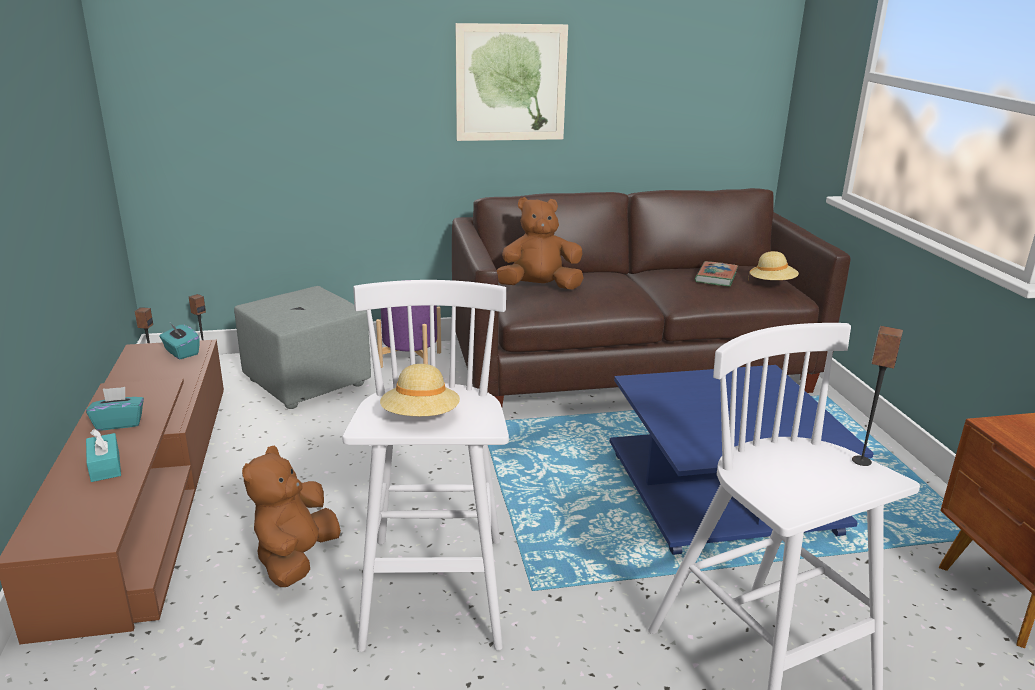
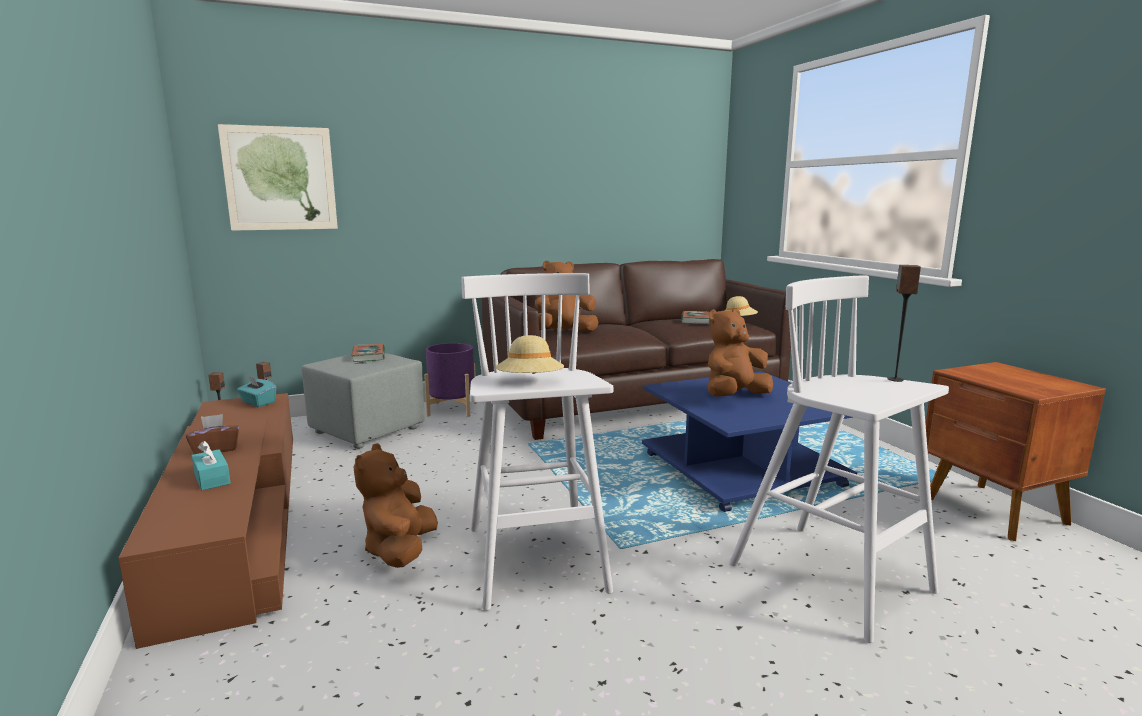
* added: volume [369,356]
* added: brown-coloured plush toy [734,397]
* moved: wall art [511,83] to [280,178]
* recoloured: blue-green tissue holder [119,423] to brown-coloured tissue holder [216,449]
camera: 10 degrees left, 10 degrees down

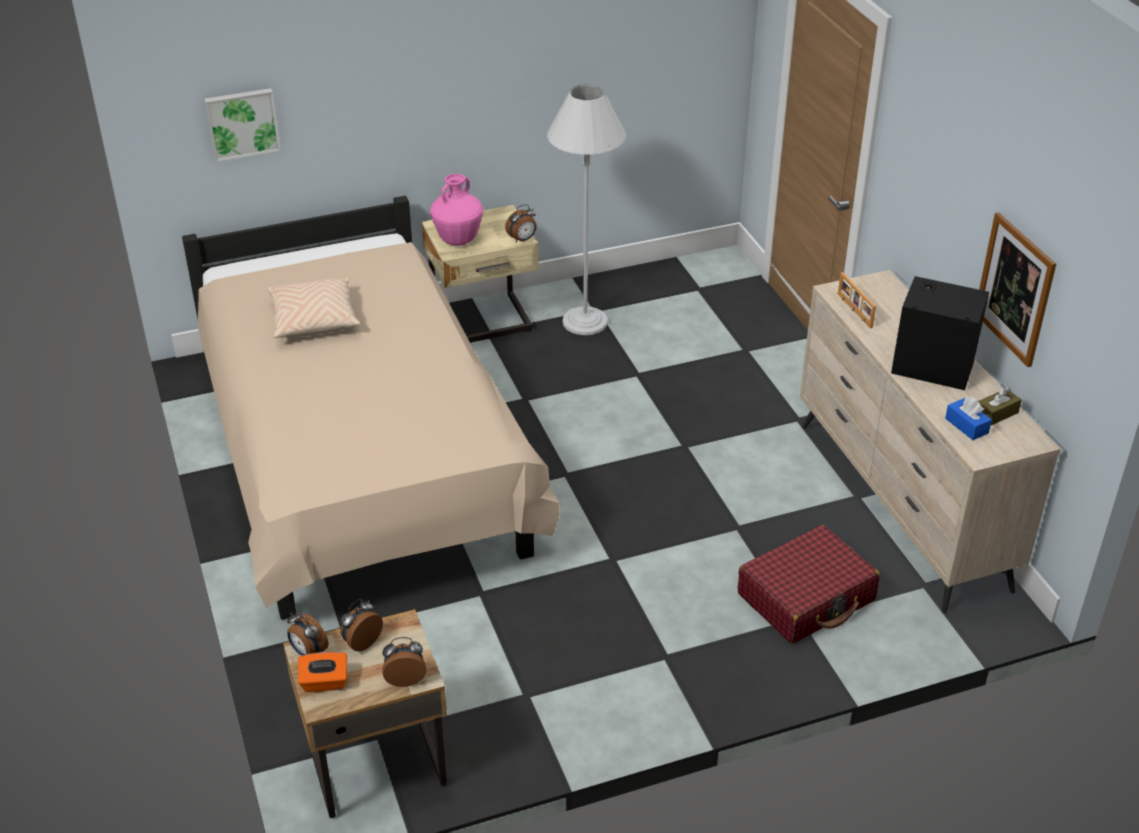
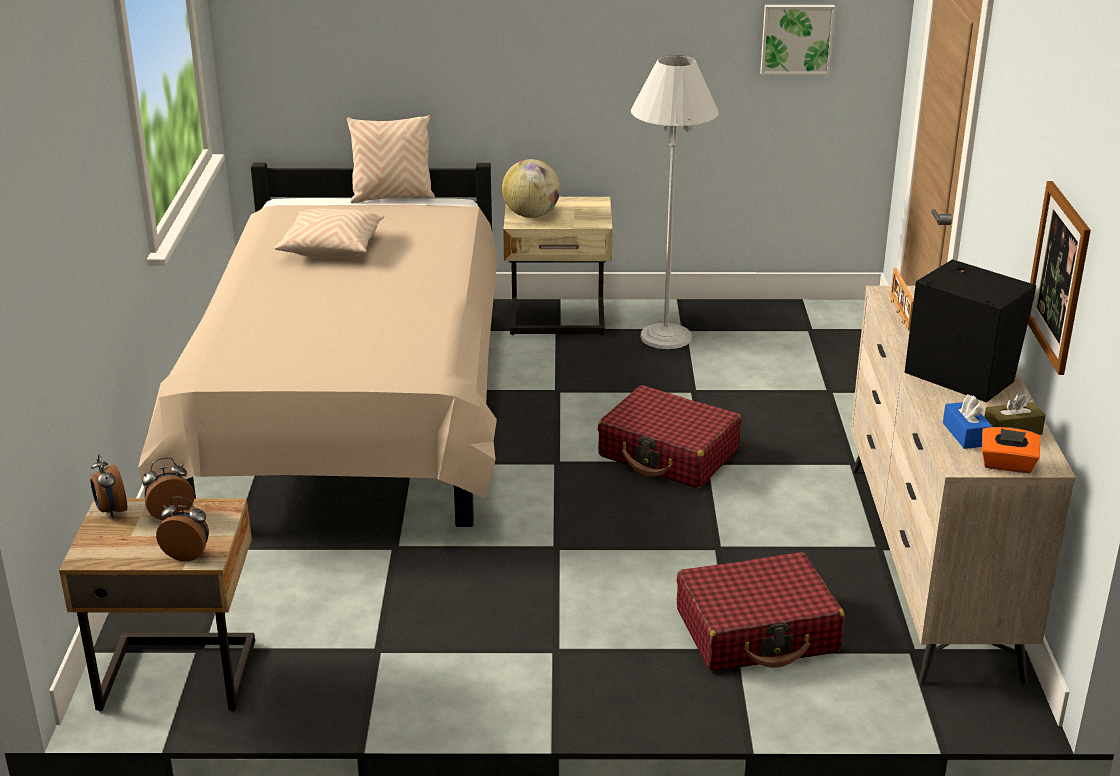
* removed: table clock [522,239]
* added: beige-coloured cushion [392,197]
* added: reddish travel case [668,454]
* moved: wall art [242,123] to [796,38]
* moved: orange-coloured tissue holder [324,683] to [1007,465]
* replaced: pink-coloured decorative vase [458,240] to desk globe [531,215]
camera: 20 degrees right, 10 degrees down

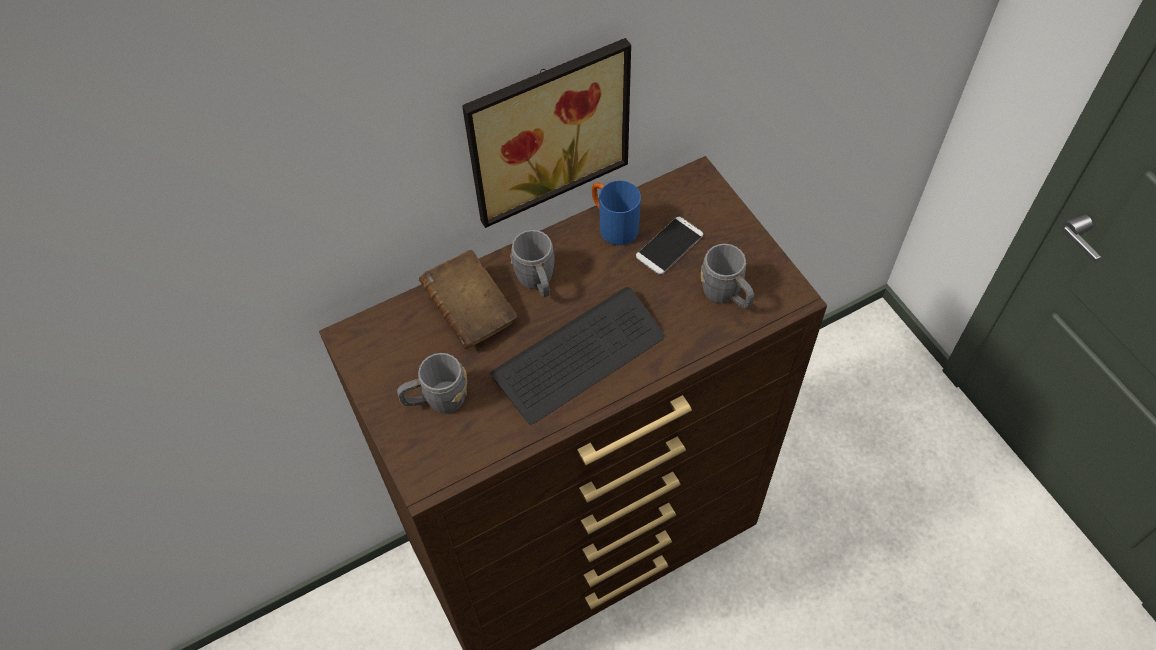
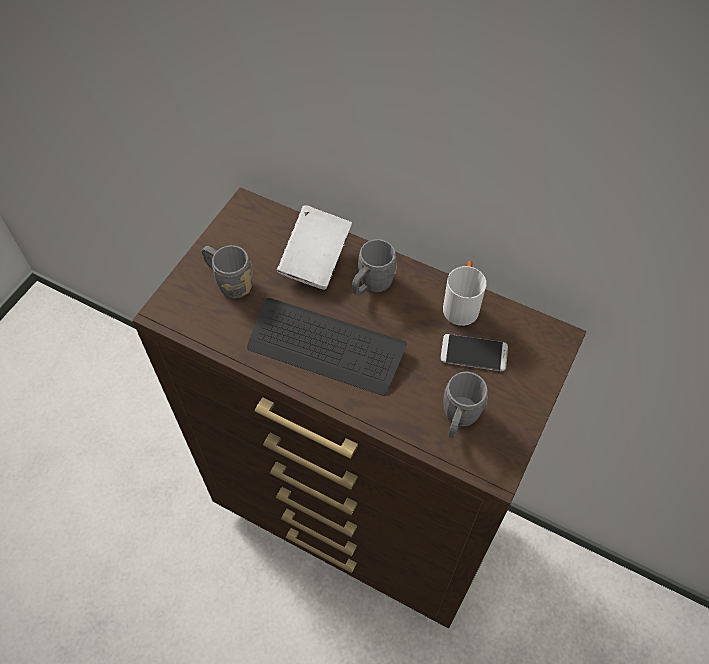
* removed: wall art [545,128]
* recoloured: brown-coloured volume [471,312] to white-coloured volume [315,260]
* recoloured: bluish tea mug [613,225] to white-coloured tea mug [461,304]
camera: 55 degrees right, 0 degrees up

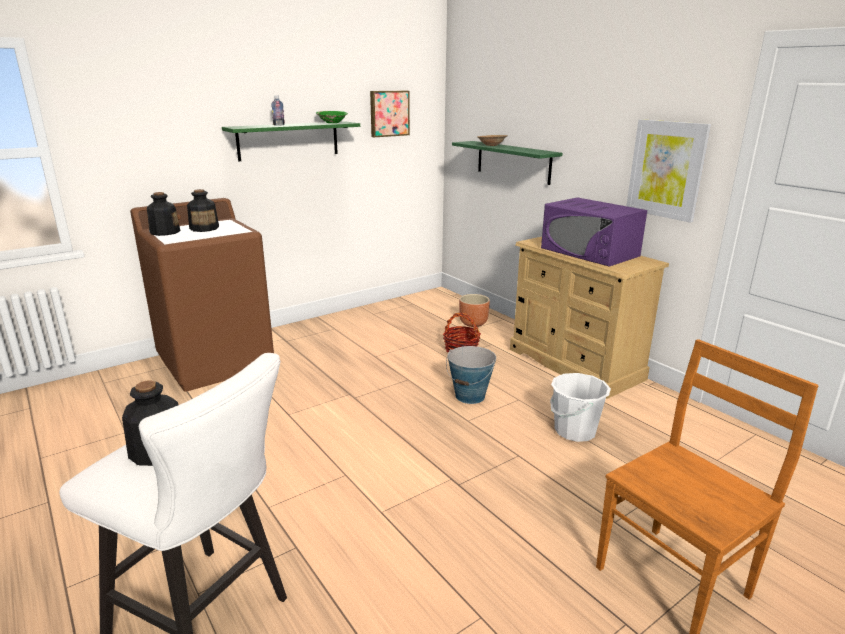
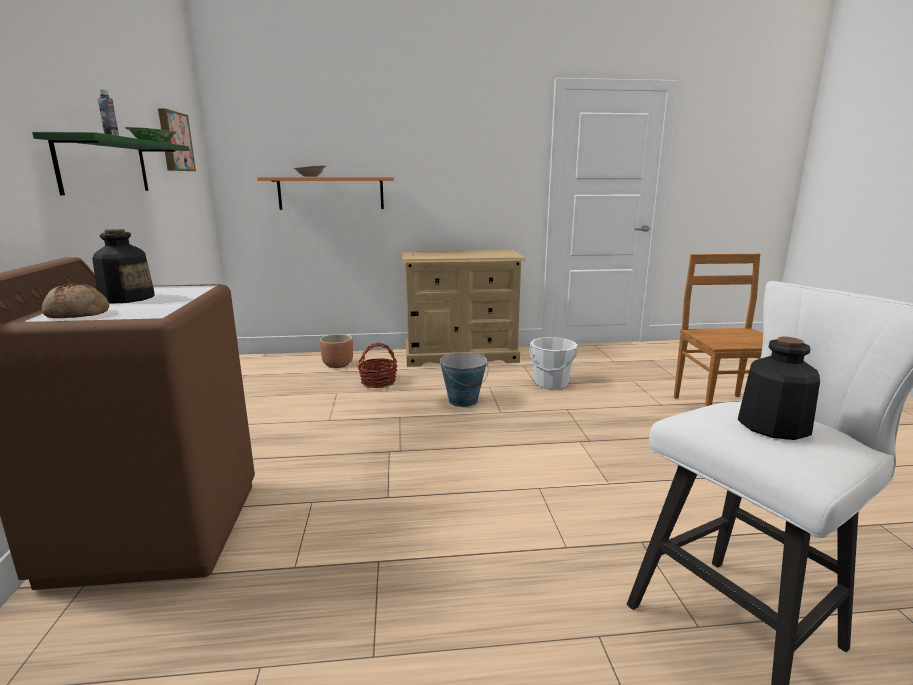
* removed: purple microwave [589,252]
* removed: wall art [666,169]
* replaced: bottle [164,232] to bakery bread [77,314]
* recoloured: green-coloured wall shelf [513,162] to orange-coloured wall shelf [331,193]
camera: 60 degrees left, 5 degrees down

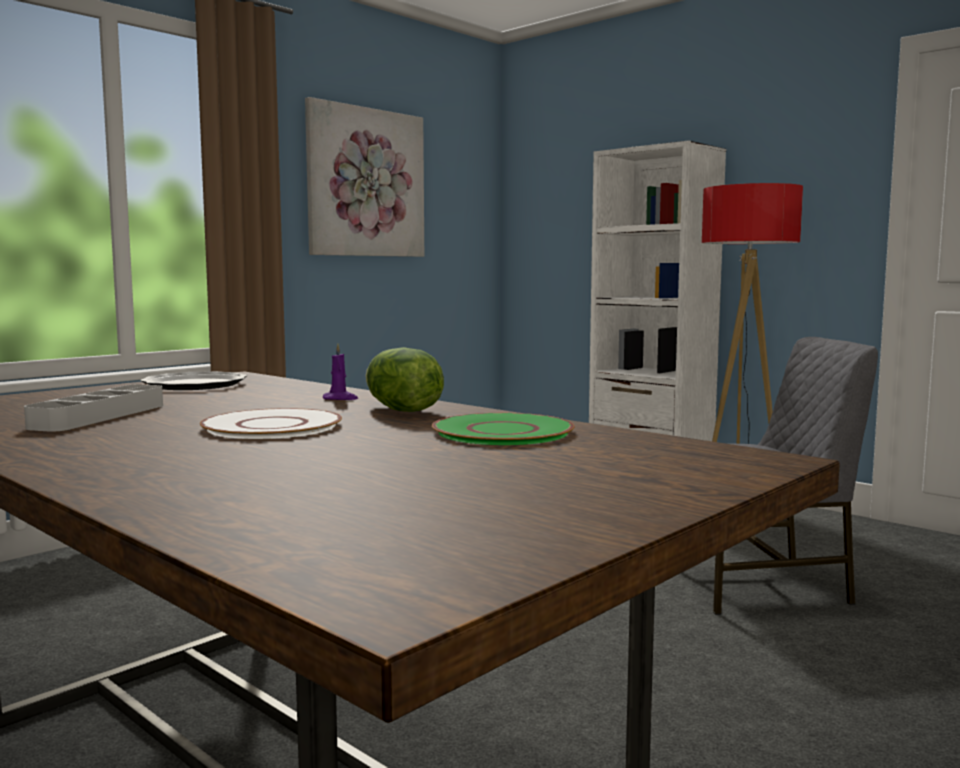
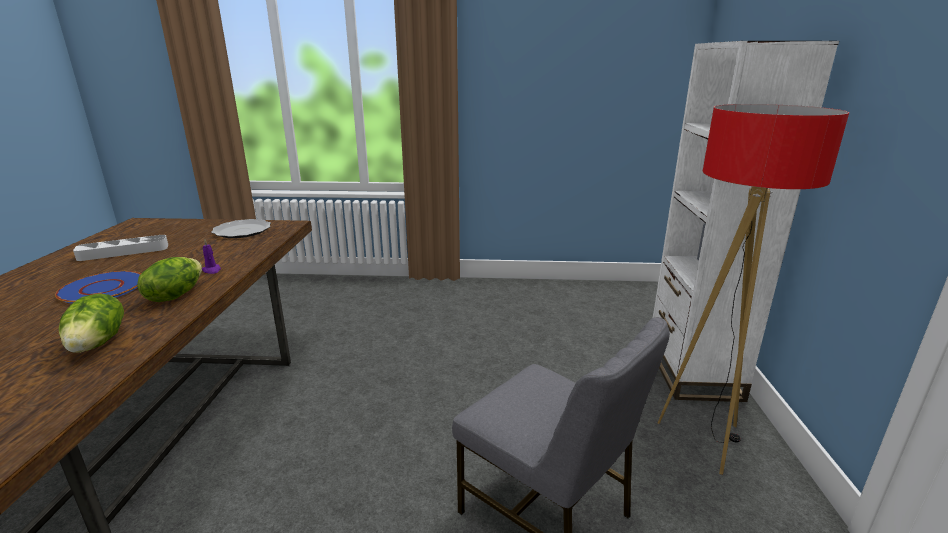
* removed: wall art [366,183]
* replaced: green-coloured flat dish [502,431] to head of lettuce [99,342]
* recoloured: white-coloured flat dish [271,426] to bluish flat dish [101,288]
camera: 50 degrees right, 15 degrees up

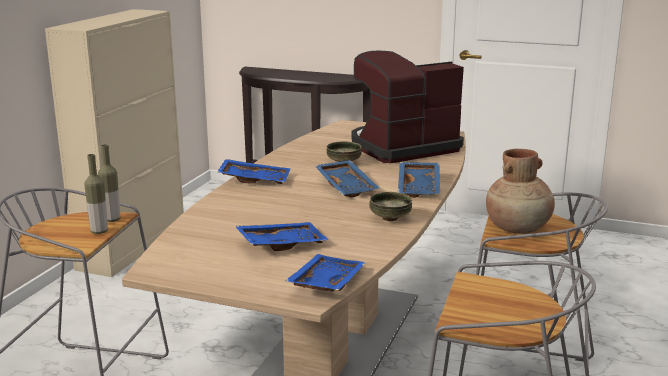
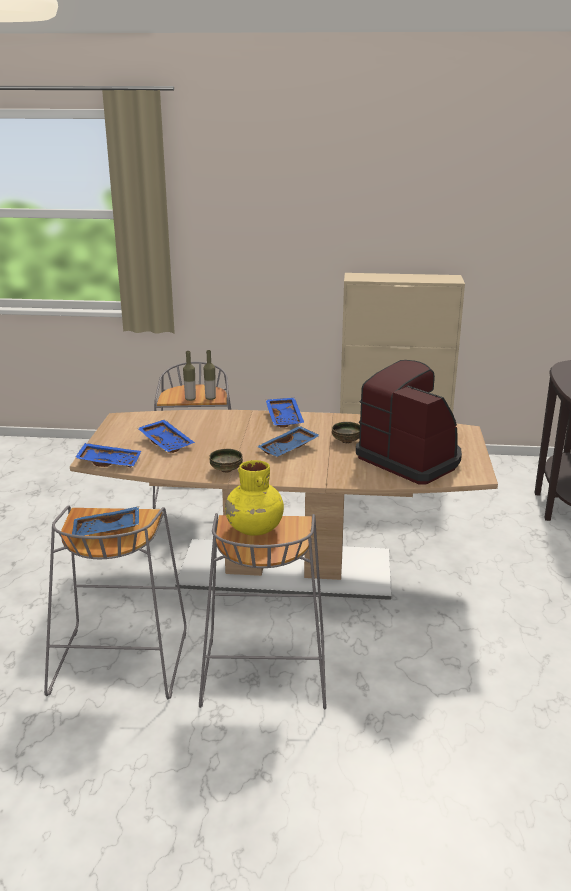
* moved: bluish carrying tray [420,187] to [106,531]
* recoloured: brown-coloured decorative vase [518,228] to yellow-coloured decorative vase [254,529]
camera: 75 degrees right, 5 degrees up

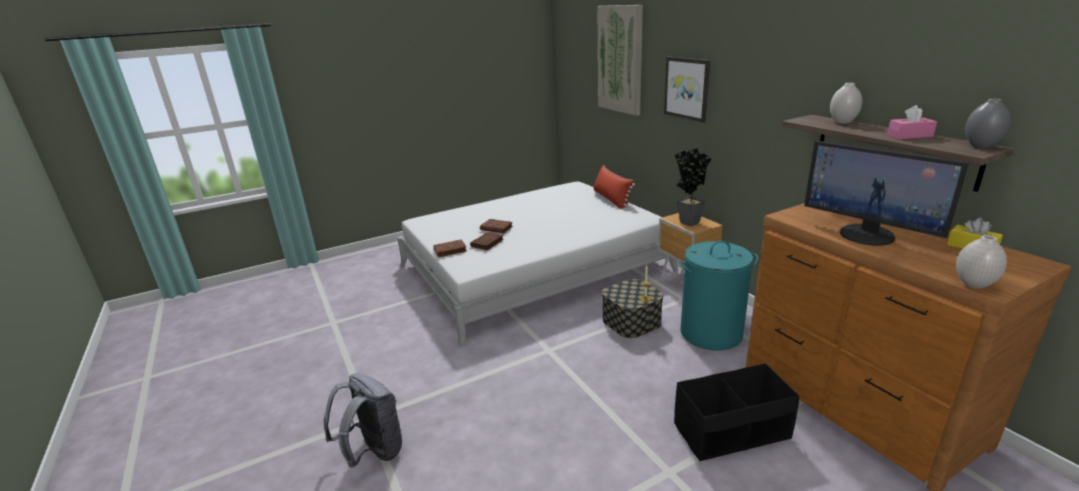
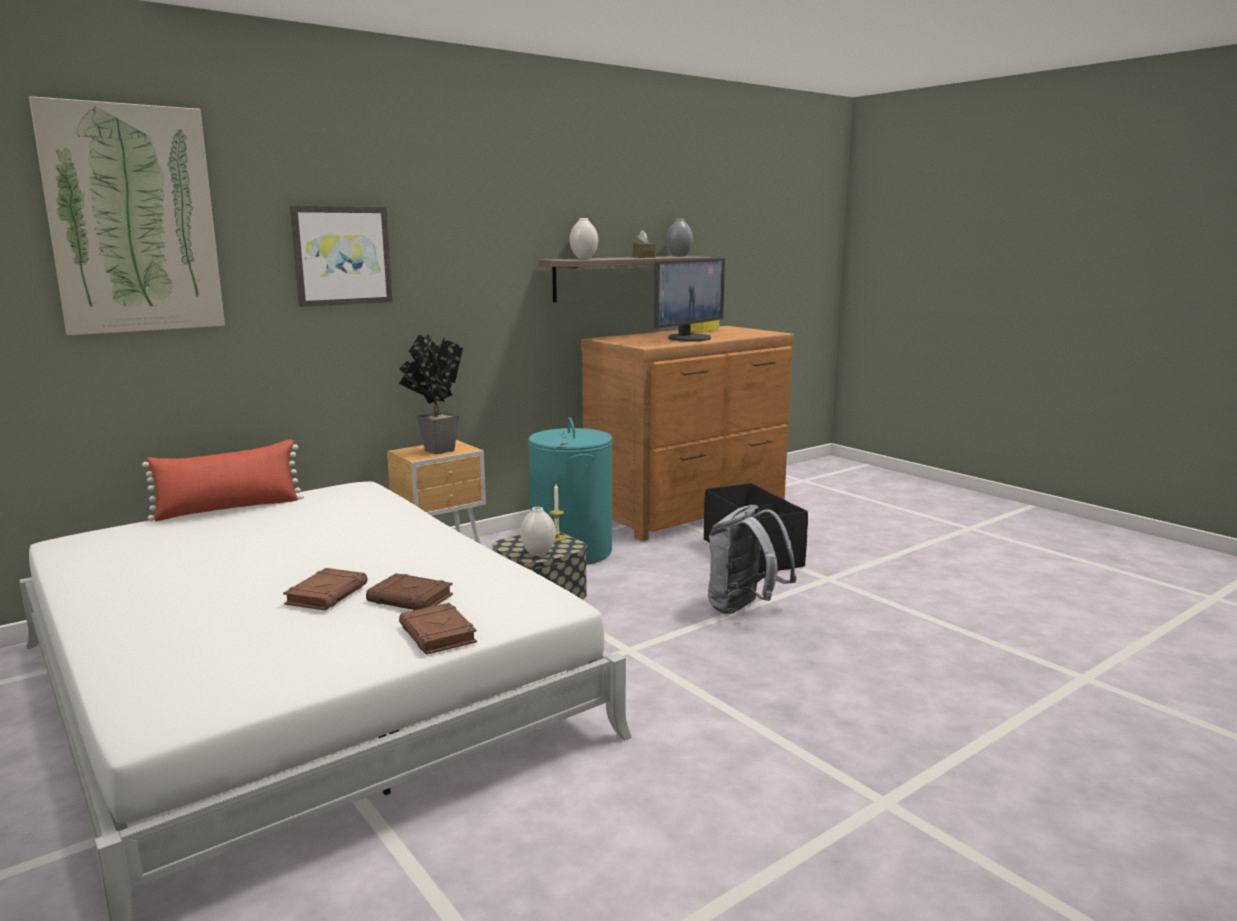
* moved: grey knapsack [373,452] to [744,608]
* moved: white-coloured decorative vase [974,284] to [538,553]
* recoloured: pink-coloured tissue holder [909,136] to brown-coloured tissue holder [643,257]
camera: 100 degrees left, 10 degrees down

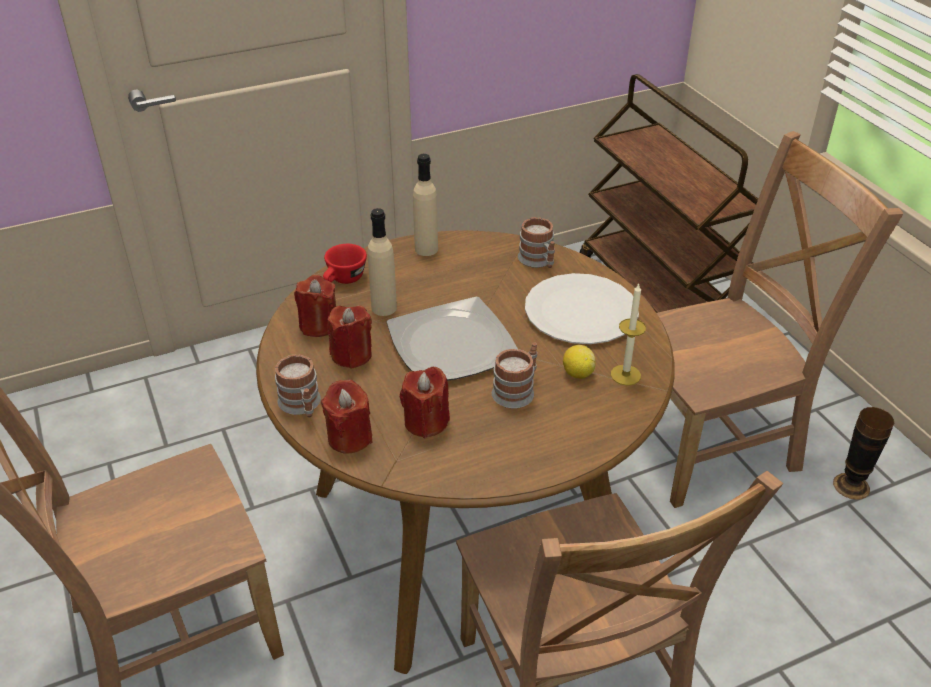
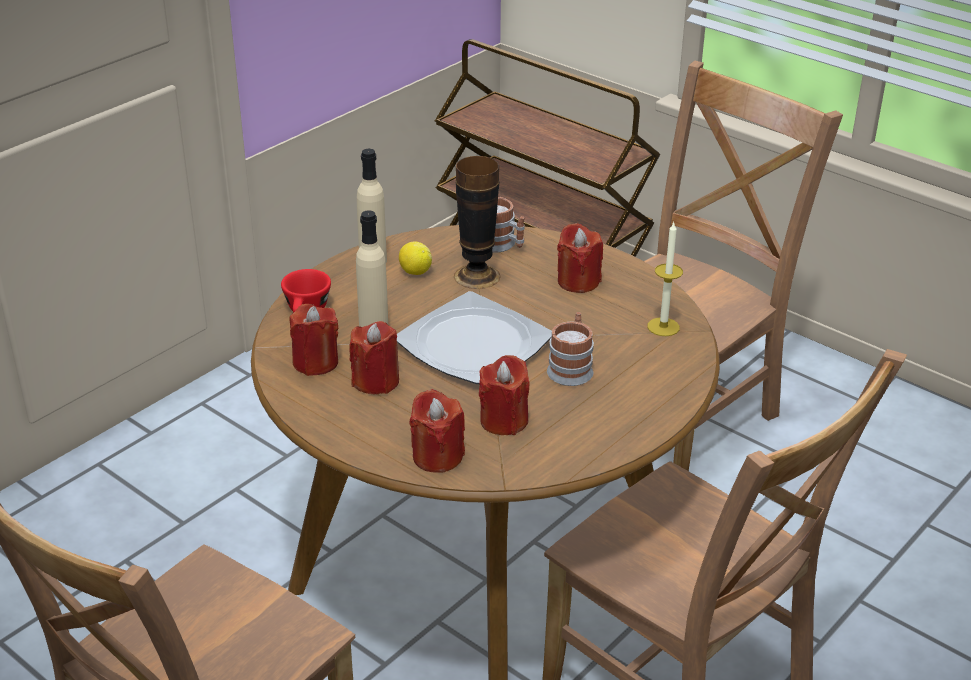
* removed: tea mug [302,405]
* moved: whole lemon [577,373] to [415,272]
* moved: decorative vase [851,486] to [477,276]
* replaced: white-coloured flat dish [580,311] to reddish wax candle [578,281]
camera: 25 degrees left, 5 degrees down

